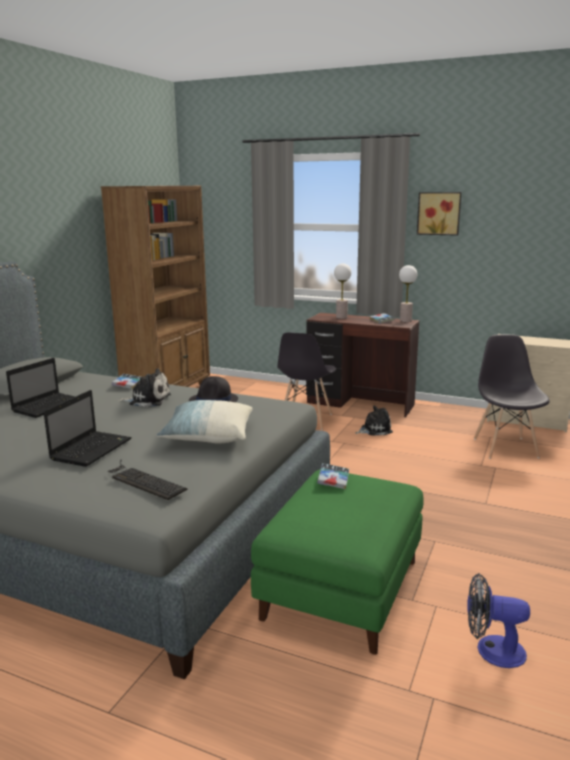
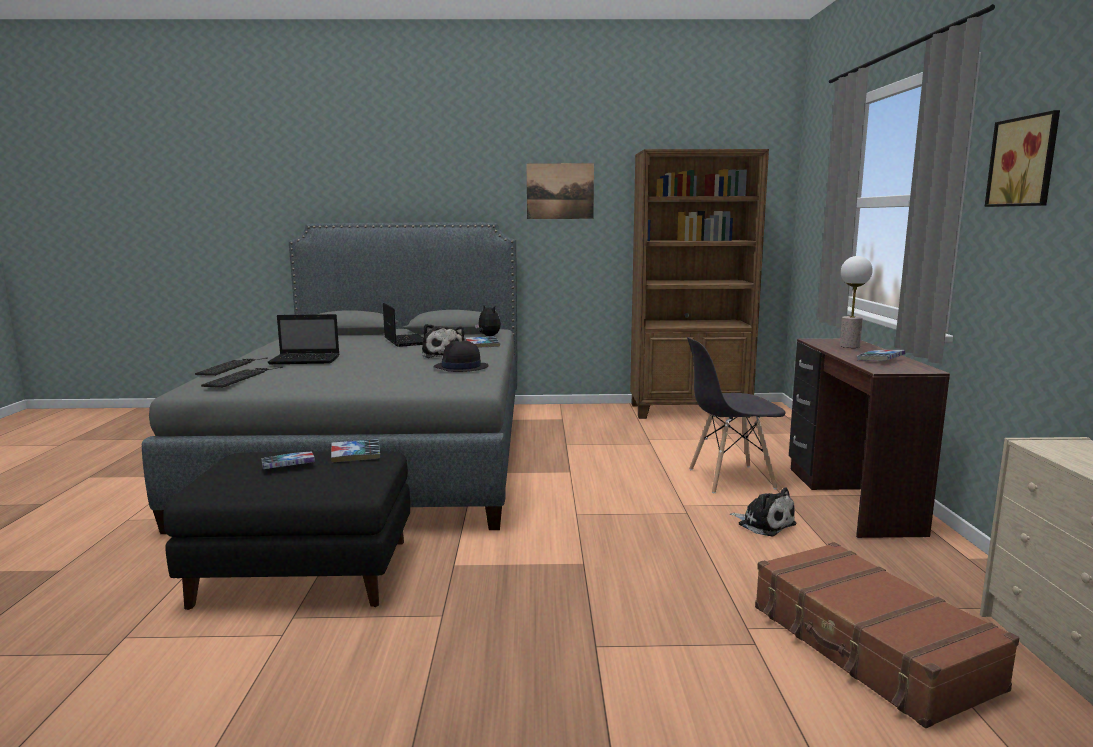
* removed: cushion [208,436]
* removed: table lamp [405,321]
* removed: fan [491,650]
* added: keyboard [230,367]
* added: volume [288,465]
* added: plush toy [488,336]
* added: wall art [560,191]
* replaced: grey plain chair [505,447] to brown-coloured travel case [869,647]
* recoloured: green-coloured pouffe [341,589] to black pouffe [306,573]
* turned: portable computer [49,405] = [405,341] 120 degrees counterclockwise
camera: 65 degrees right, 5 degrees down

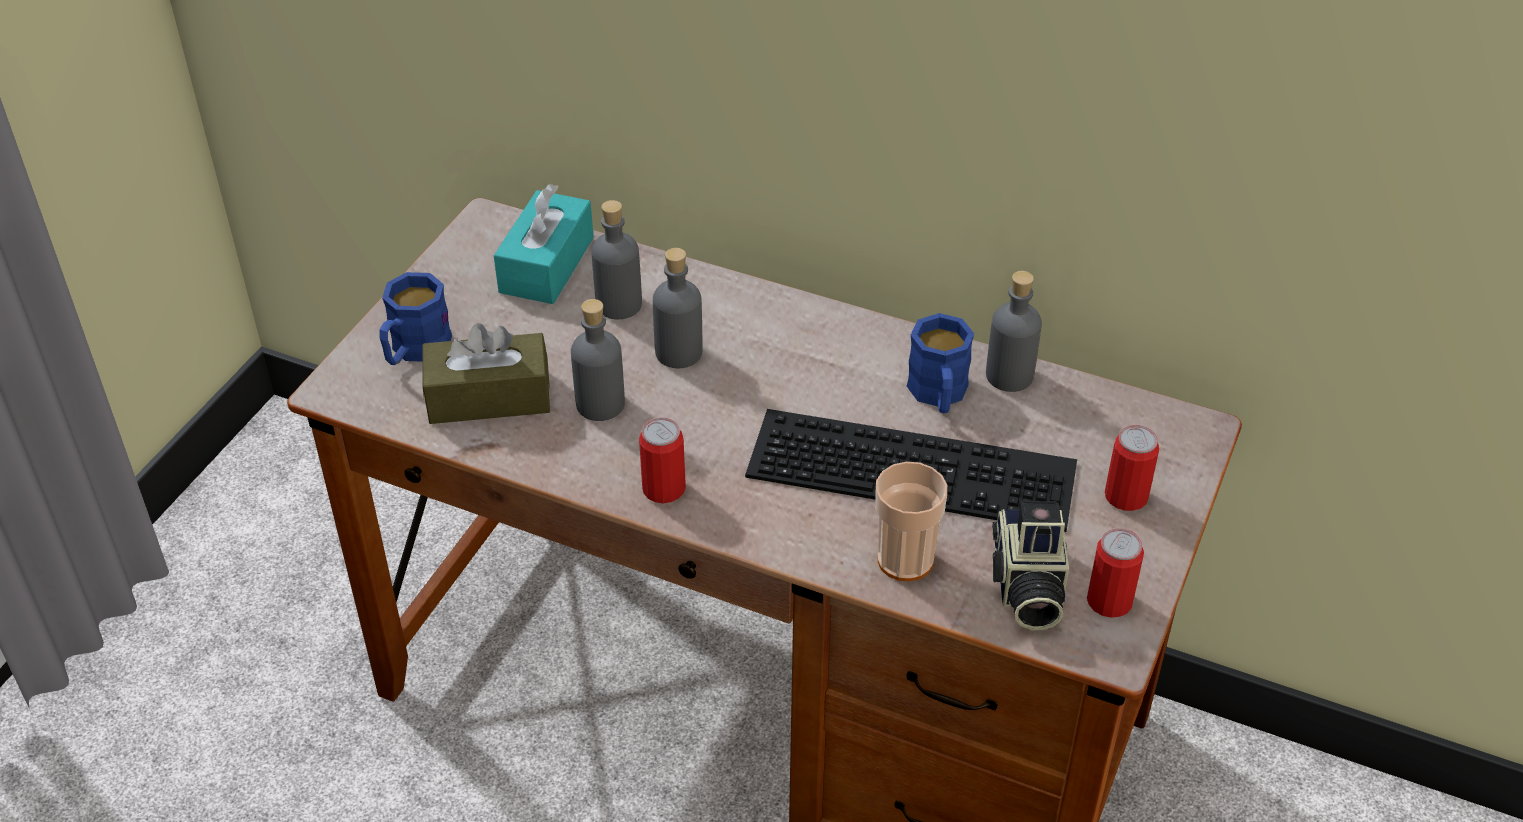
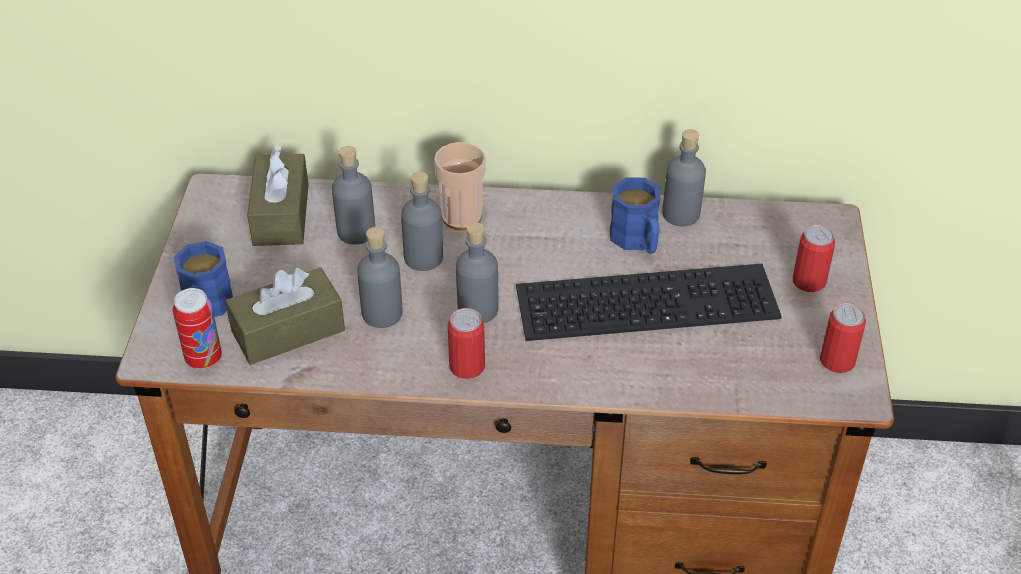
* removed: still camera [1026,588]
* added: metal can [204,359]
* added: grey bottle [478,309]
* moved: drinking cup [905,560] to [461,217]
* recoloured: blue-green tissue holder [546,265] to brown-coloured tissue holder [281,214]
camera: 20 degrees left, 0 degrees up

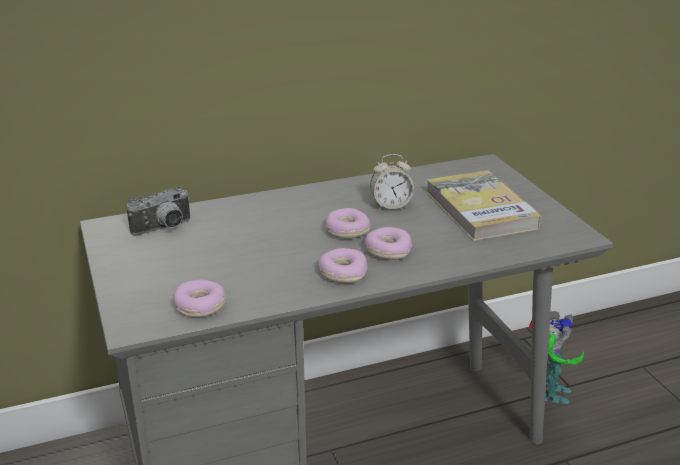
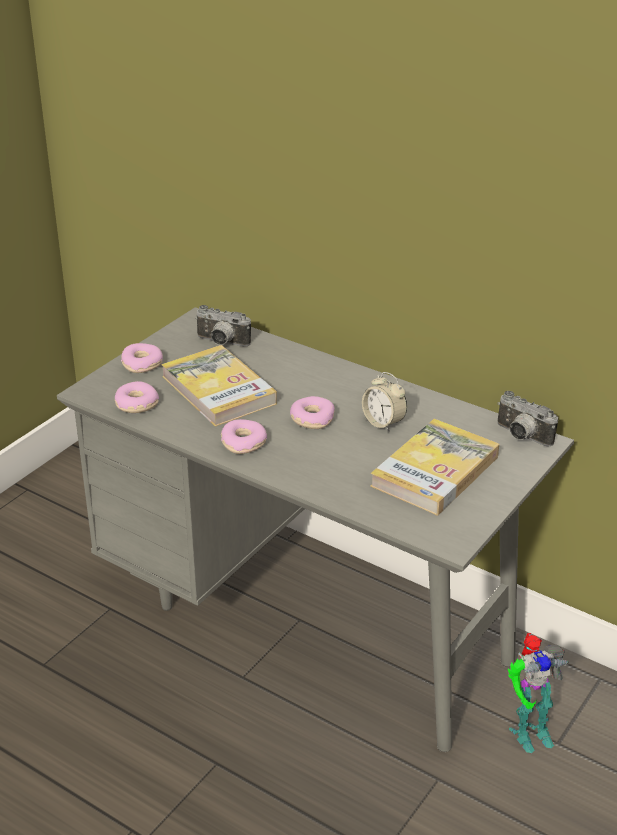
* added: volume [218,390]
* added: still camera [521,436]
* moved: donut [387,250] to [142,364]
camera: 55 degrees right, 5 degrees up

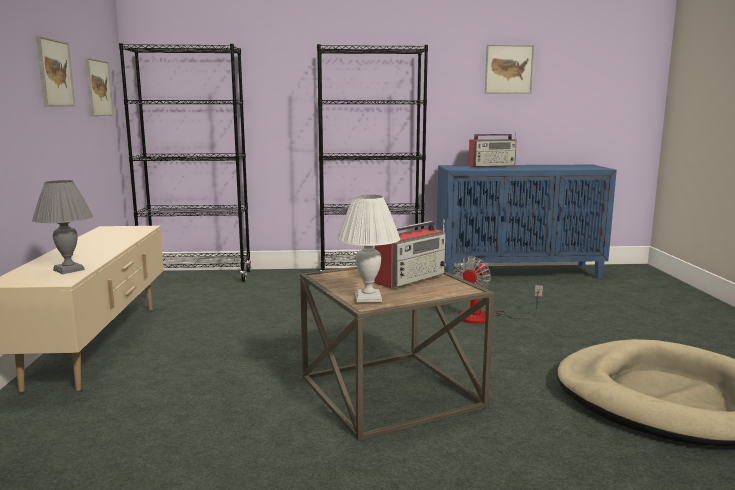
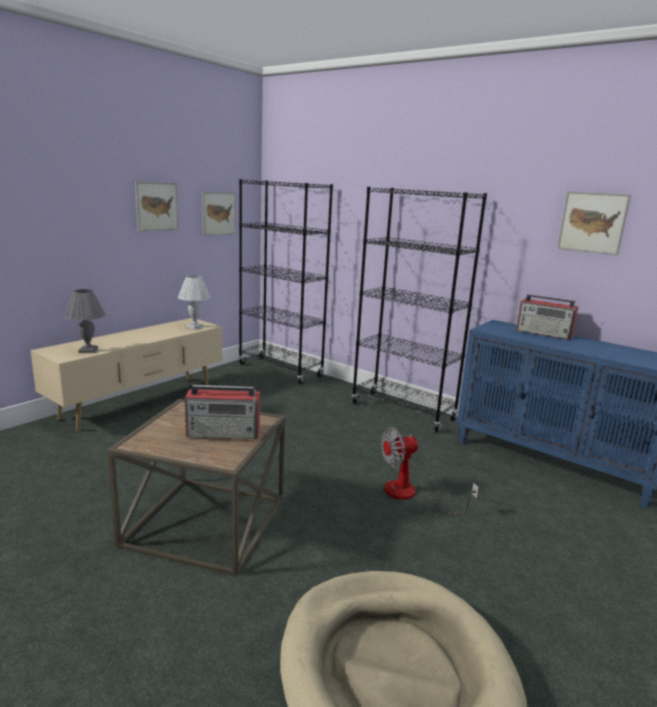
* moved: white-coloured table lamp [367,298] to [194,327]
camera: 40 degrees right, 5 degrees up

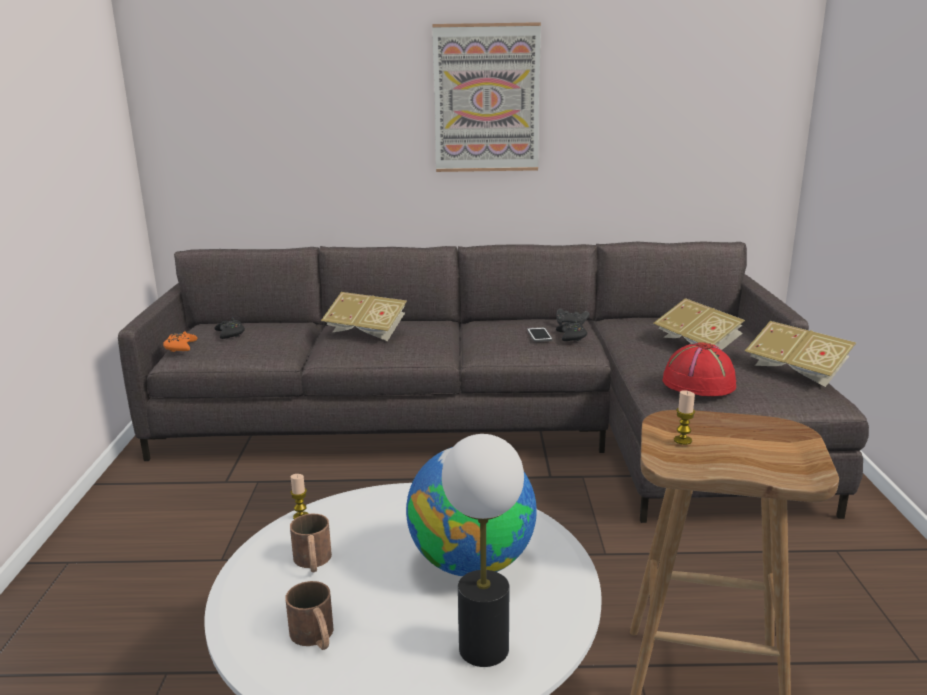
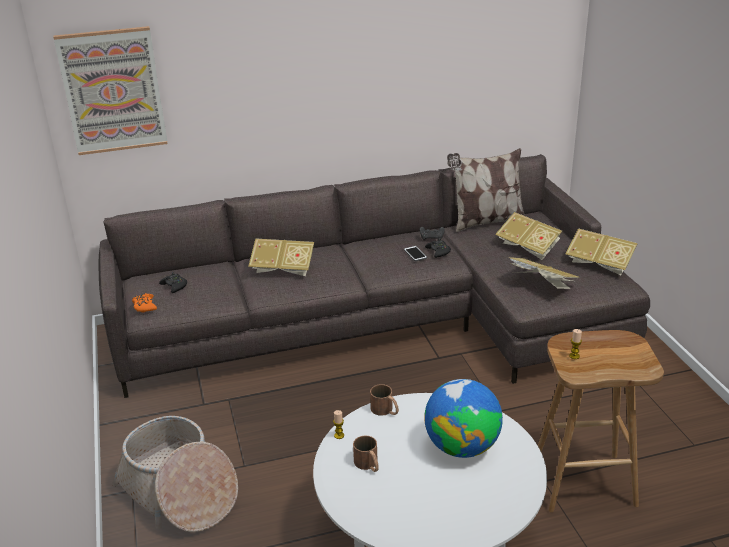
* removed: table lamp [483,648]
* added: household basket [180,492]
* added: cushion [486,222]
* moved: brown-coloured tea mug [315,637] to [385,411]
* moved: wall art [486,99] to [113,91]
* replaced: reddish clothing hat [698,383] to volume [541,285]
camera: 15 degrees left, 10 degrees up

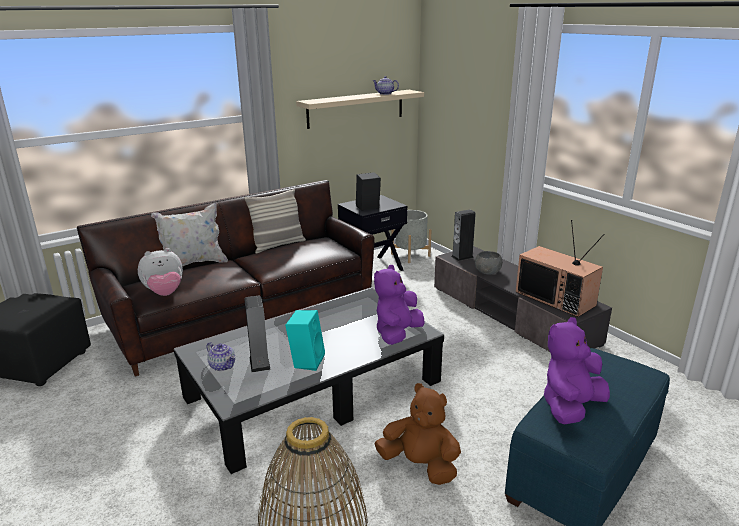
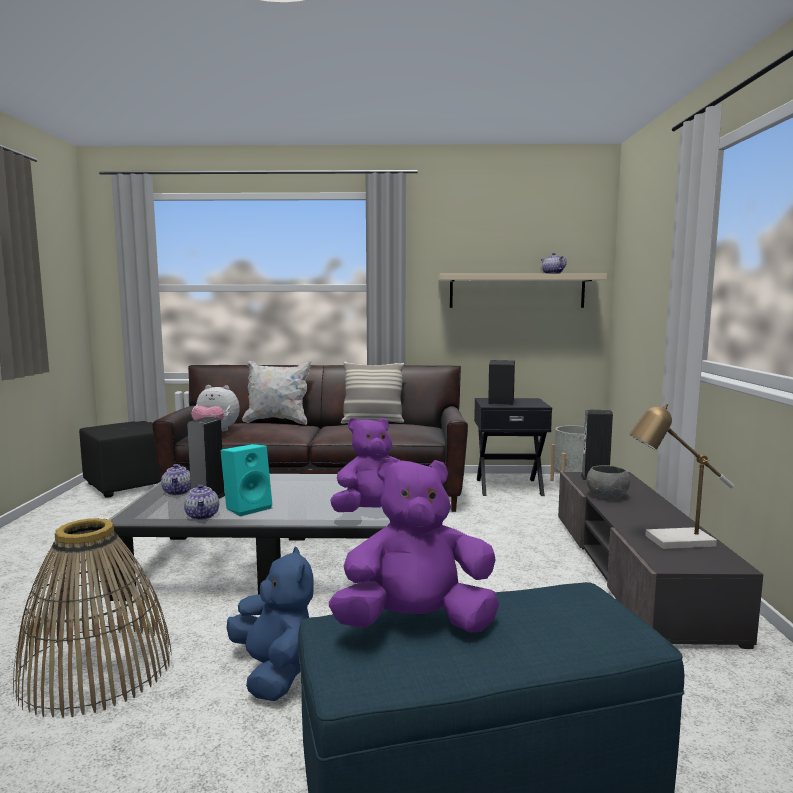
* added: teapot [202,516]
* replaced: television [556,298] to table lamp [672,542]
* recoloured: brown-coloured plush toy [420,465] to bluish plush toy [273,671]
camera: 35 degrees right, 15 degrees down

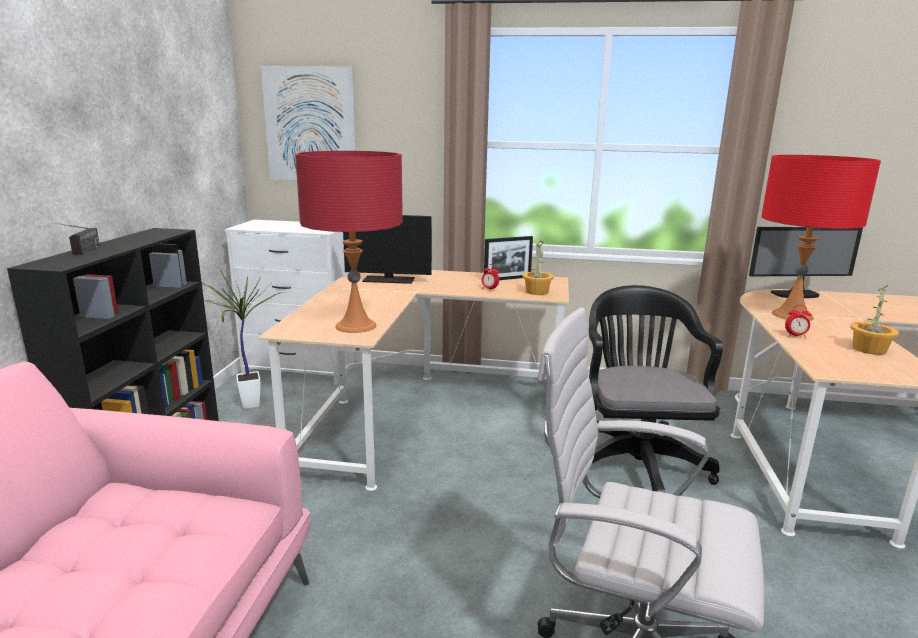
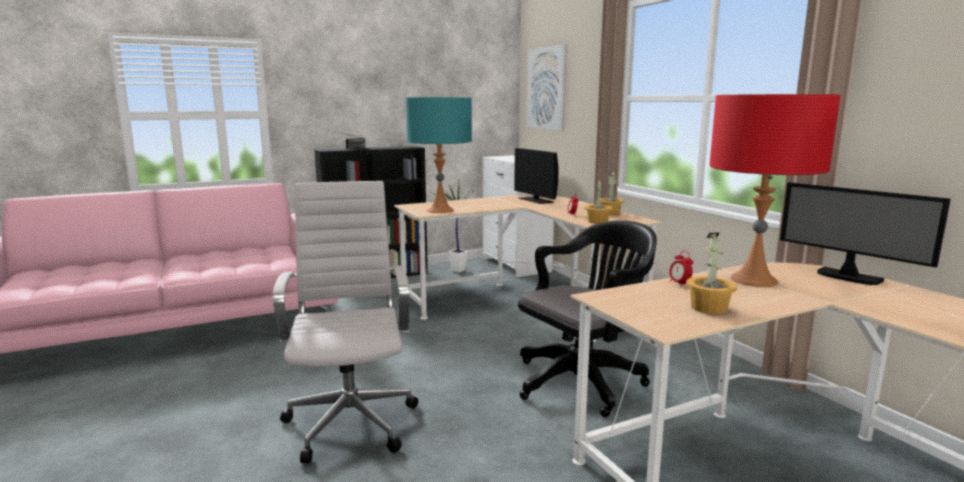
* replaced: picture frame [507,279] to houseplant [610,213]
* recoloured: reddish table lamp [355,326] to blue-green table lamp [440,210]
camera: 55 degrees right, 5 degrees down

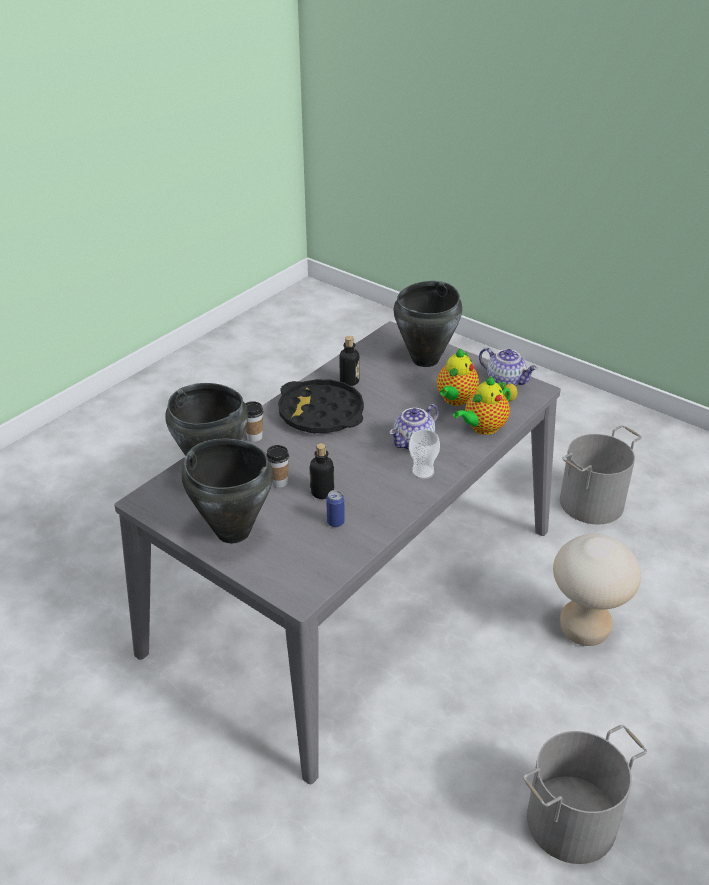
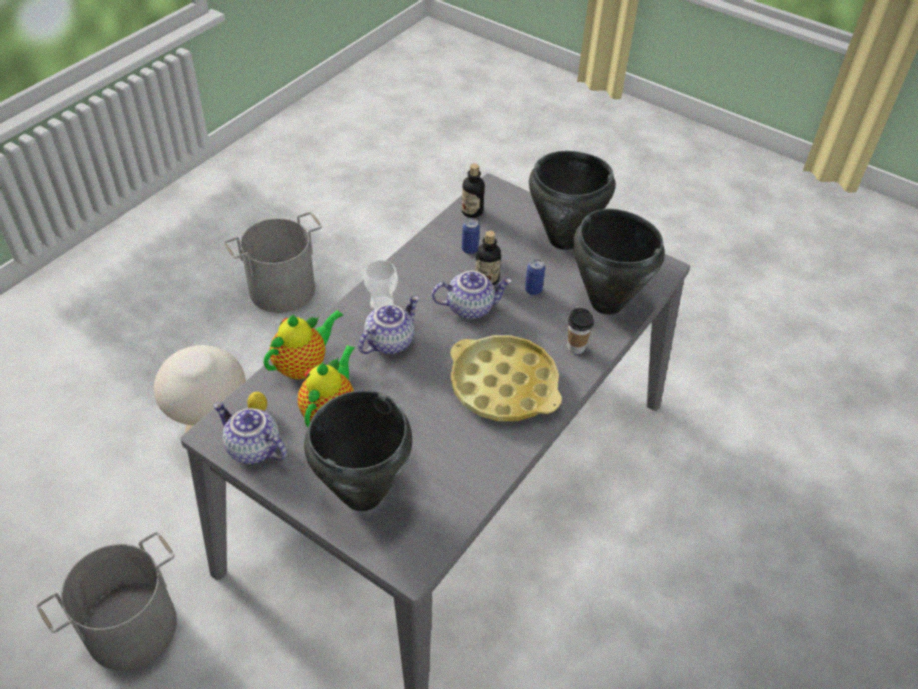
* added: teapot [470,307]
* moved: bottle [349,381] to [472,211]
* replaced: drinking cup [279,482] to metal can [533,290]
* recoloured: black carrying tray [321,413] to yellow-coloured carrying tray [503,385]
camera: 175 degrees right, 10 degrees up

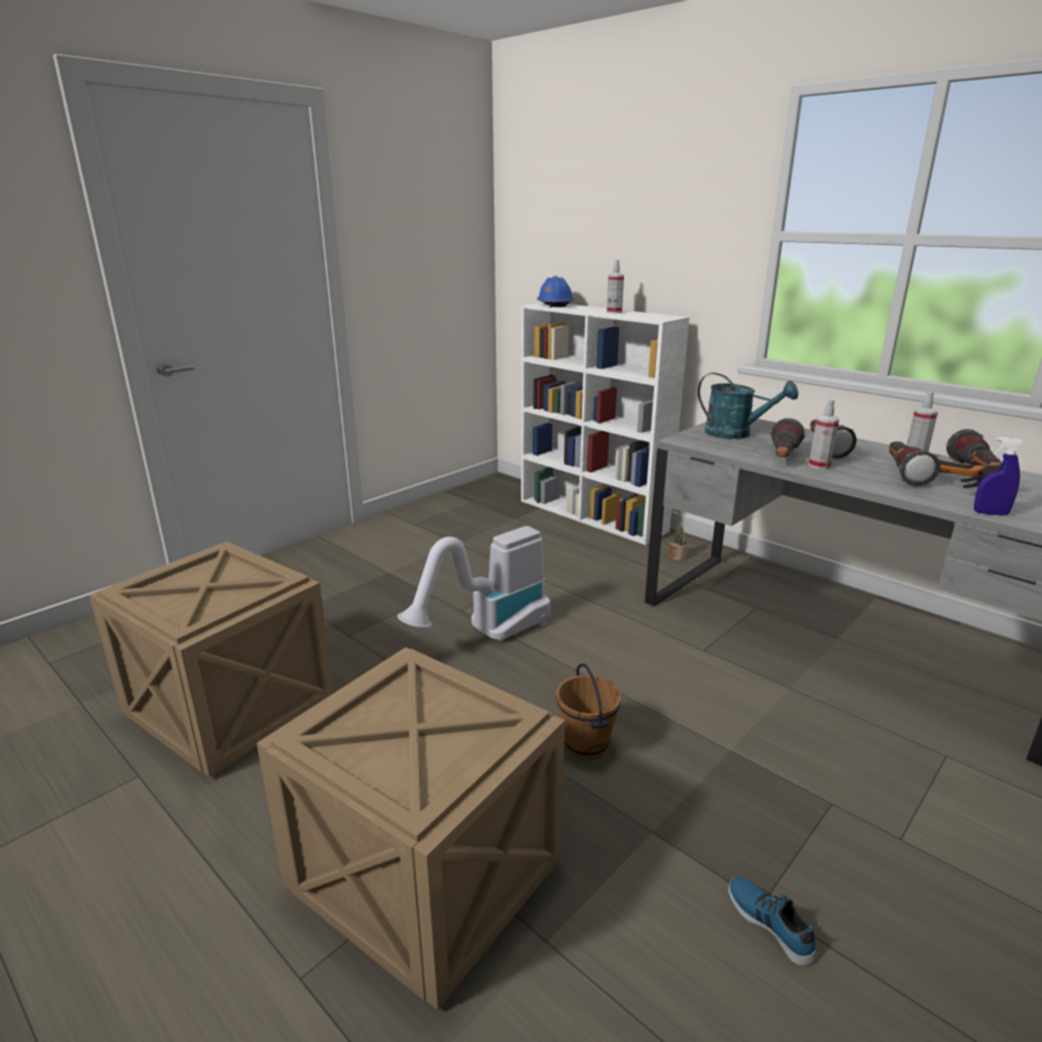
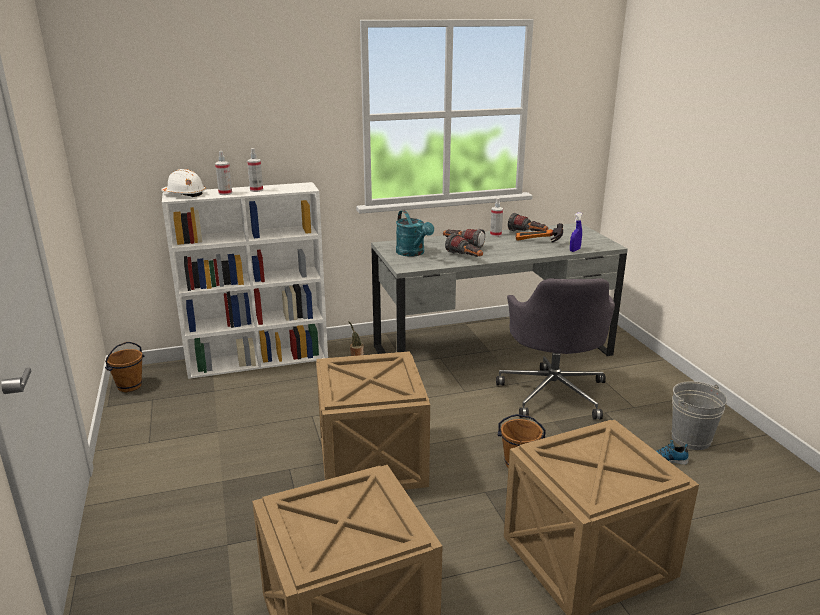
* removed: hand torch [903,474]
* added: brown-coloured bucket [130,386]
* added: grey office chair [553,392]
* added: grey bucket [691,439]
* moved: hand sprayer [819,465] to [225,193]
* replaced: vacuum cleaner [488,634] to crate [371,460]
* recoloured: bluish safety helmet [554,305] to white-coloured safety helmet [184,194]
* turned: blue-green sprinkling can [736,434] = [413,253] 90 degrees clockwise
camera: 60 degrees left, 0 degrees up

